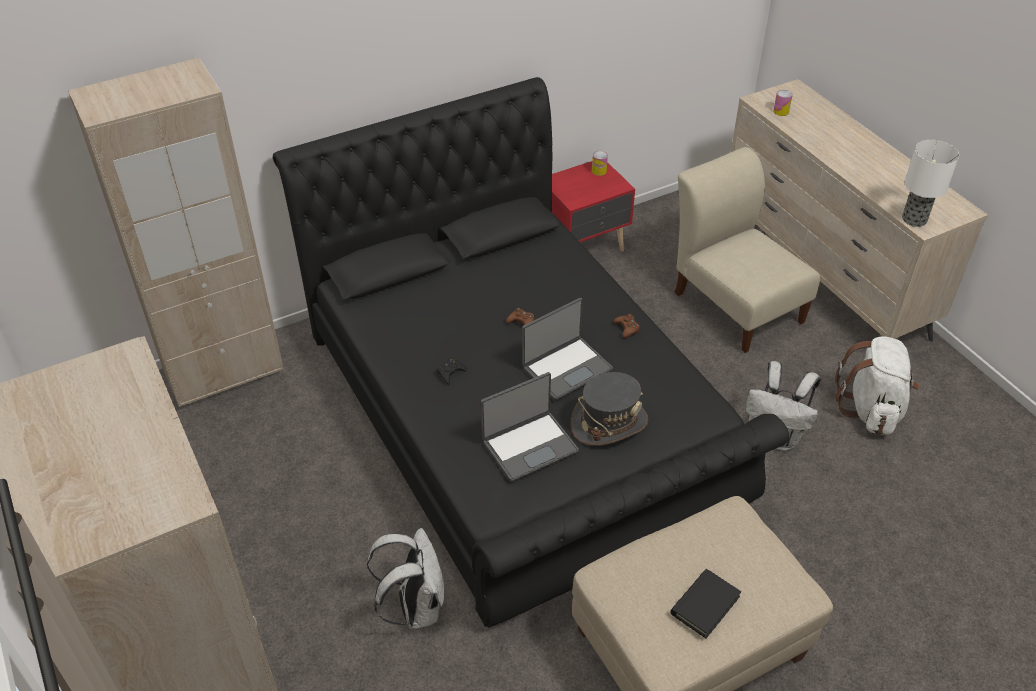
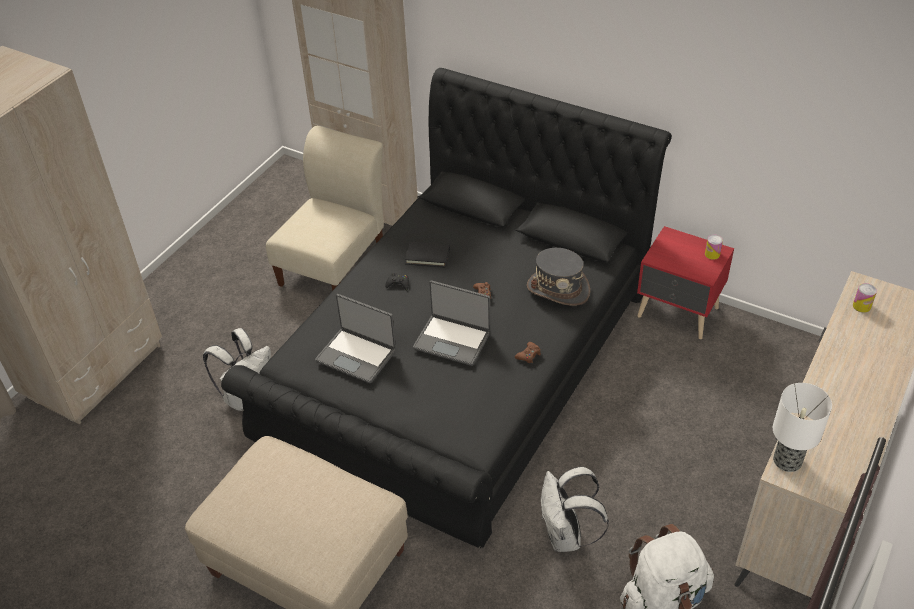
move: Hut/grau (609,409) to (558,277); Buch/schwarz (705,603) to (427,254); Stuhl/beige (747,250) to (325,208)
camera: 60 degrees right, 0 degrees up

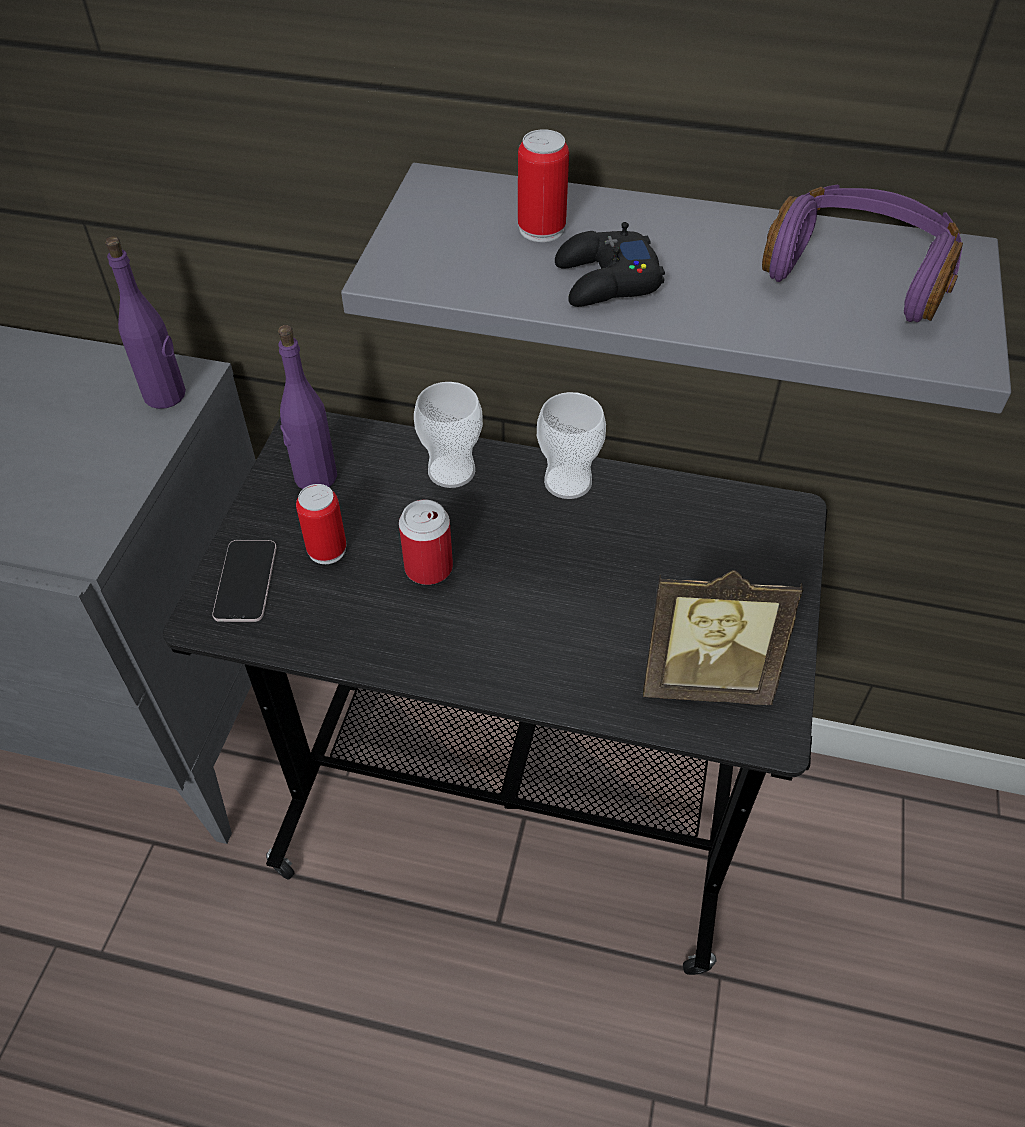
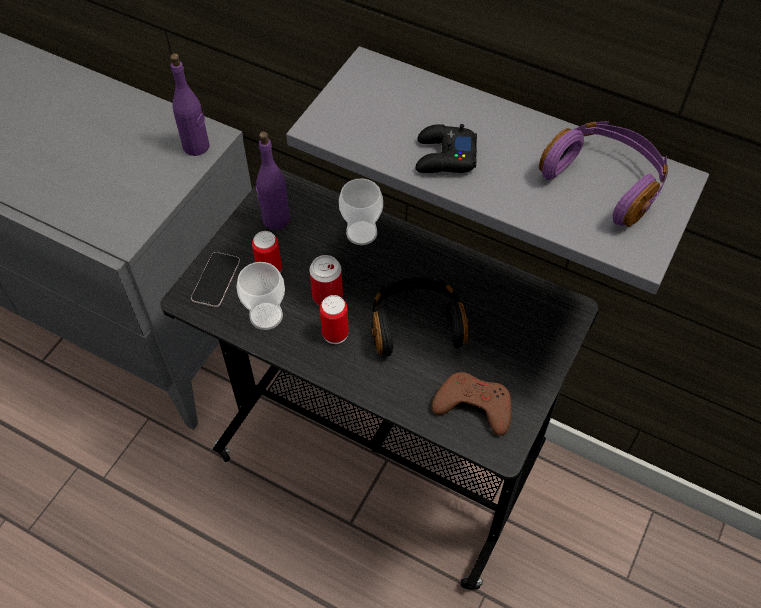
insert: Kopfhörer/schwarz (420,316)
move: Dose (543,185) to (334,319); Tasse (571,445) to (260,296)
replace: Bilderrahmen (723,637) to Gamepad/braun (472,404)
camera: 15 degrees right, 5 degrees up

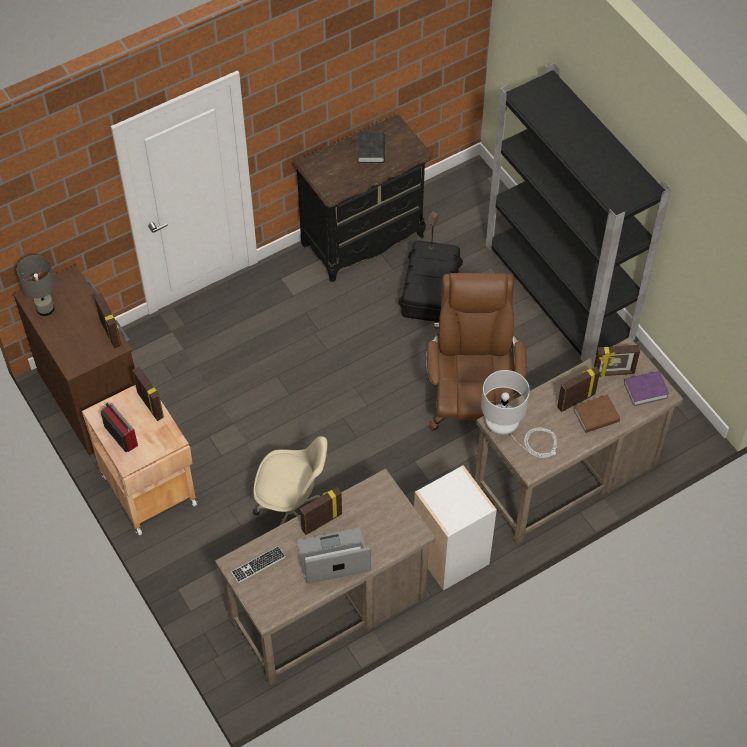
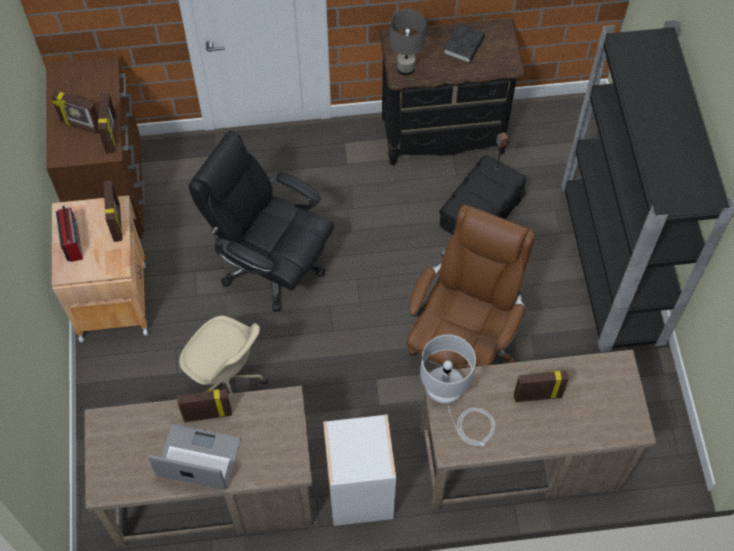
delete: Tastatur (258,564); Buch/braun (596,414); Buch/lila (646,388)
insert: Bürostuhl/schwarz (261,221)
move: Tischlampe/grau (36,285) to (408,42); Bilderrahmen (617,361) to (75,112)
camera: 25 degrees right, 5 degrees up

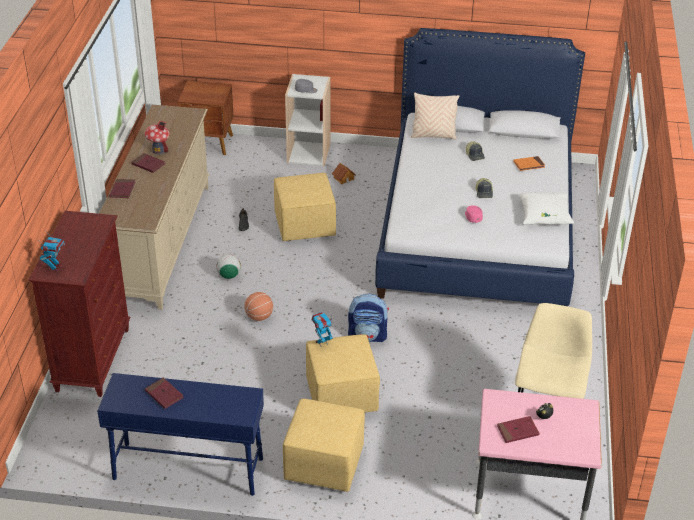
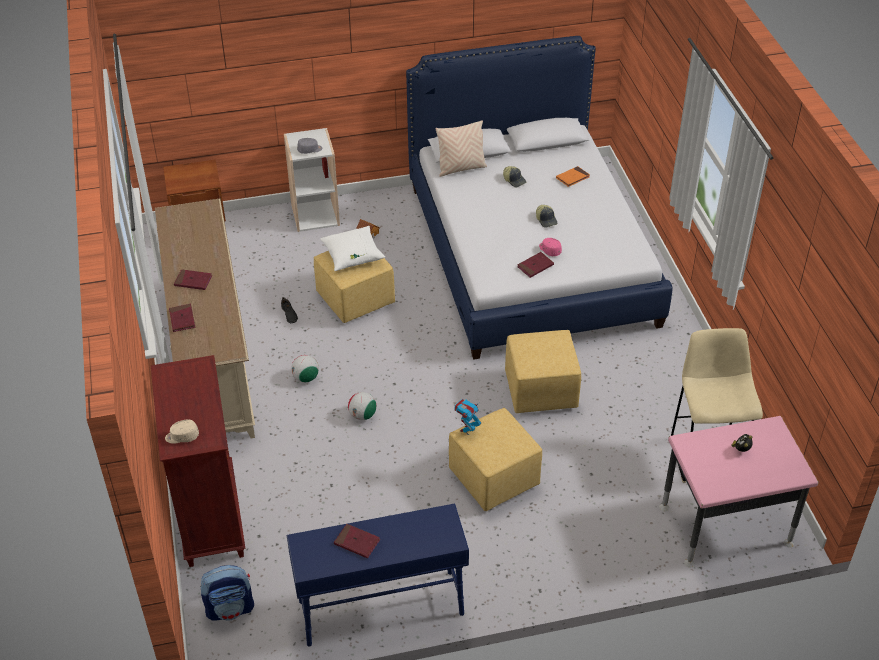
delete: Spielzeughaus (157,137)
move: Polsterhocker/gelb (324,445) to (543,371); Rucksack (368,318) to (227,593); Buch/rot (518,429) to (535,265); Kissen/weiß (546,209) to (352,248)
replace: Spielzeugroboter (52,251) to Kappe/beige (182,432); Basketball (258,306) to Fußball (362,406)
camera: 20 degrees left, 5 degrees up

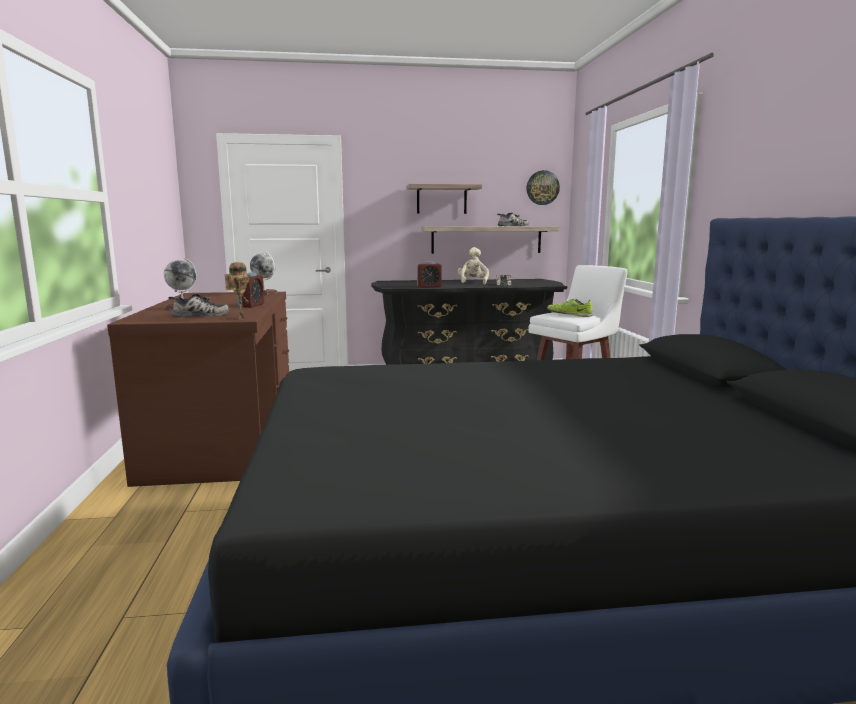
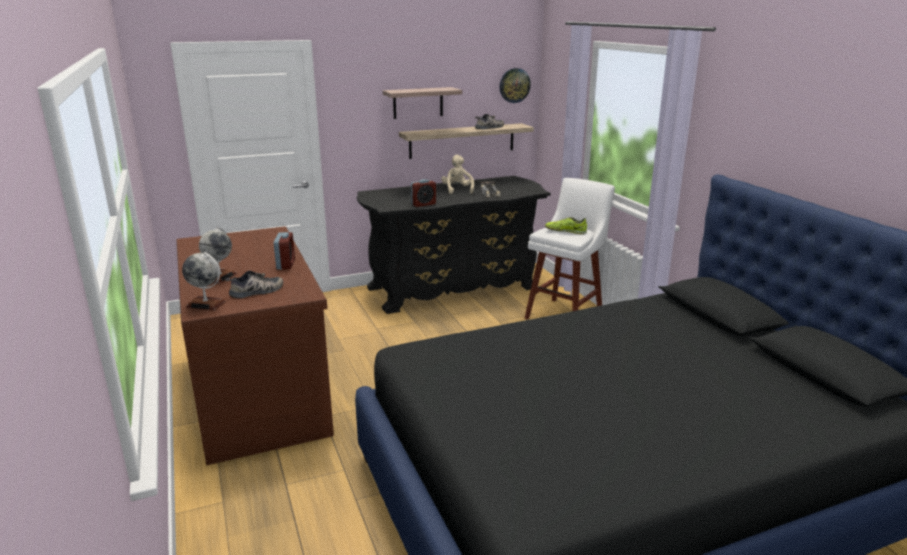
delete: Spielzeugroboter (237,291)
move: Globus (264,273) to (204,281)
camera: 15 degrees left, 10 degrees up

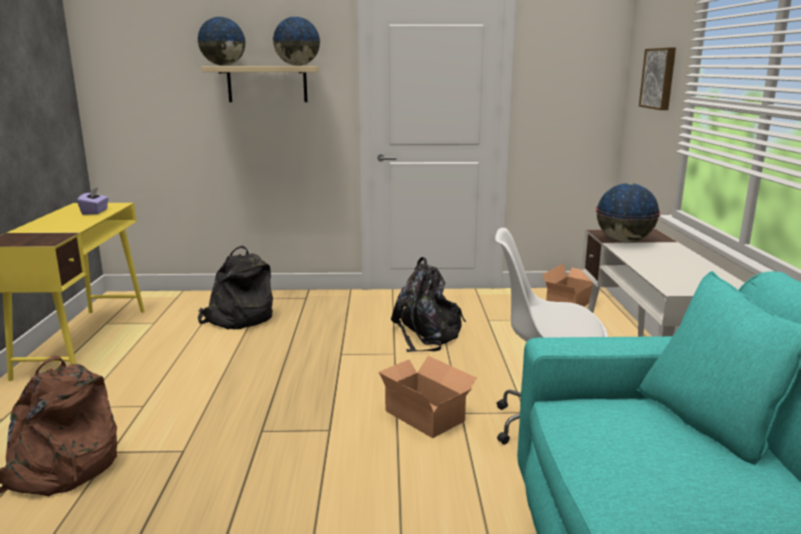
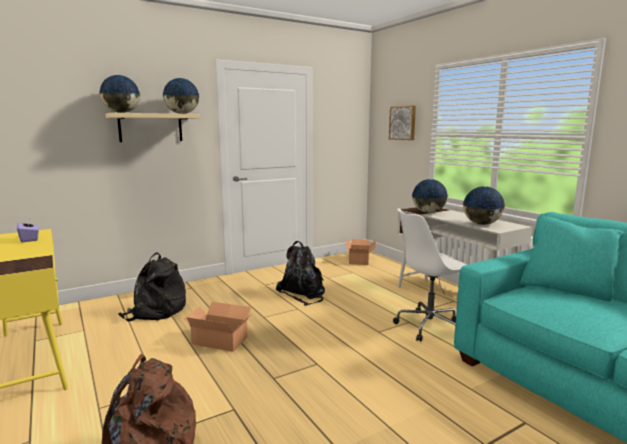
insert: Globus (484,205)
move: Karton (427,397) to (218,327)
camera: 30 degrees left, 5 degrees down

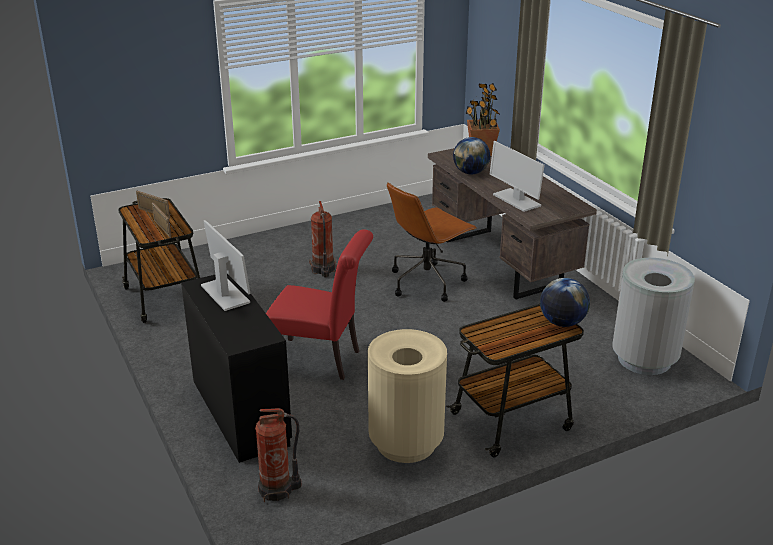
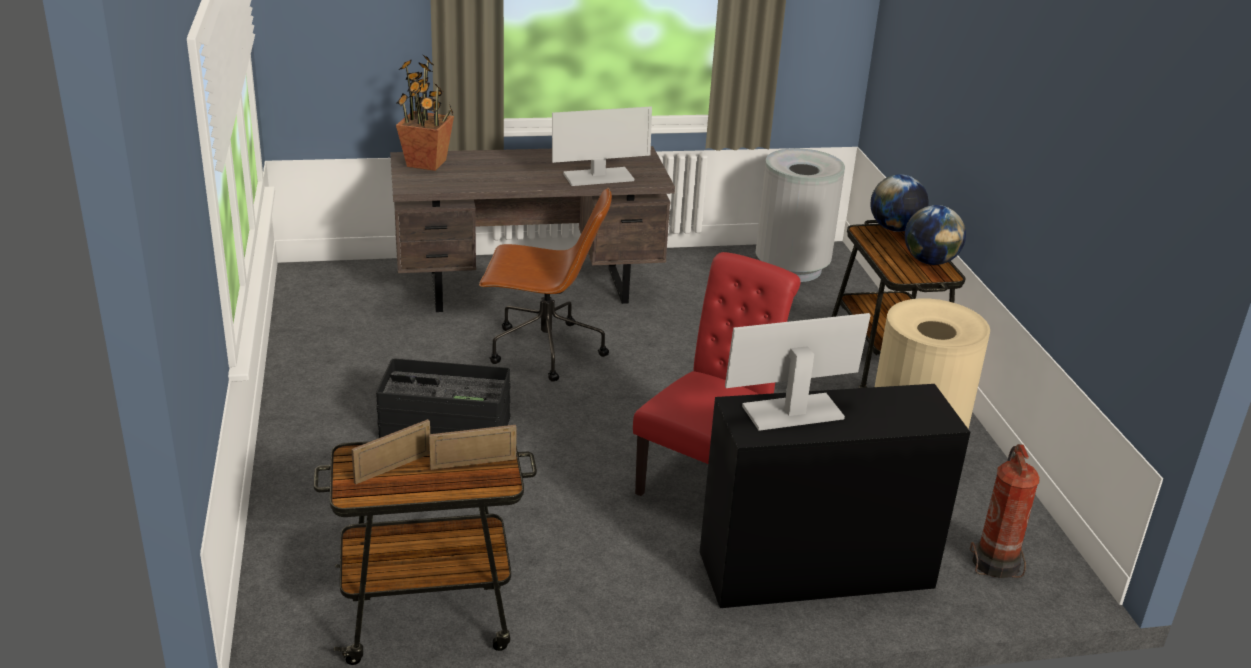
move: Globus (471,156) to (935,235)
replace: Feuerlöscher (323,239) to Aufbewahrungsbox/schwarz (443,399)
rotate: Bürostuhl/braun (432,242) = (545,285) 60 degrees counterclockwise
camera: 75 degrees left, 0 degrees up

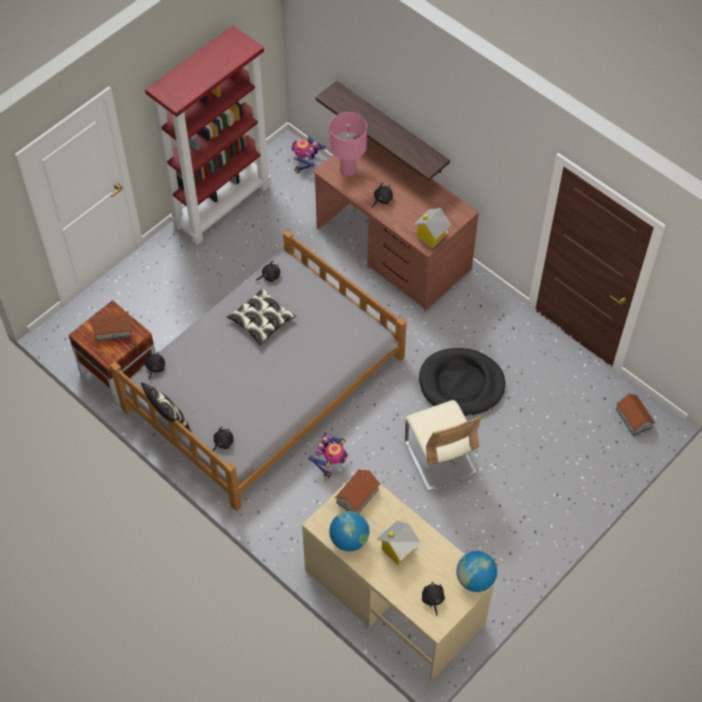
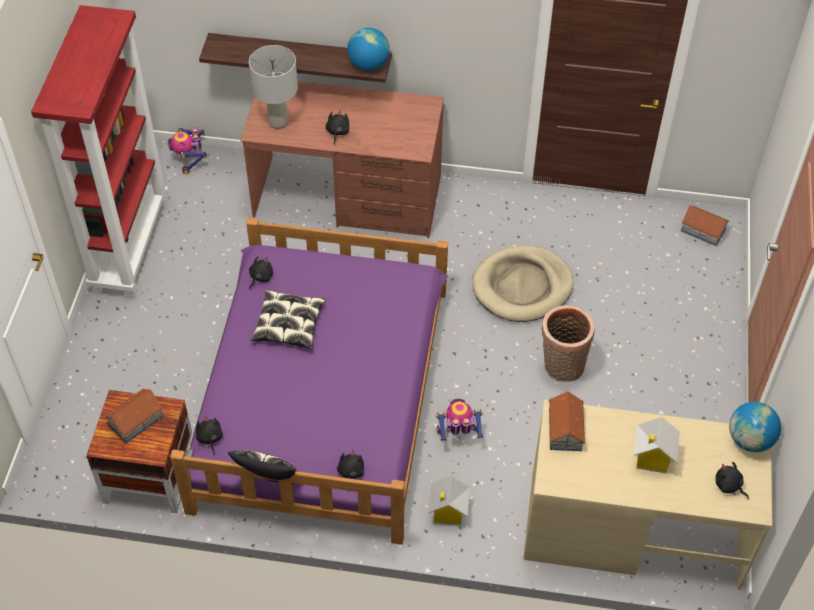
move: Globus (349,531) to (368,49); Spielzeughaus (432,228) to (449,501)
replace: Stuhl/beige (443,445) to Korb (568,343)
recolor: Bett/grau (258,370) to Bett/lila (309,381); Tischlampe/rosa (348,144) to Tischlampe/grau (273,87); Hundebett/schwarz (462,382) to Hundebett/beige (523,283)
rotate: Spielzeugroboter (328,455) = (460,420) 90 degrees counterclockwise
camera: 35 degrees left, 5 degrees down

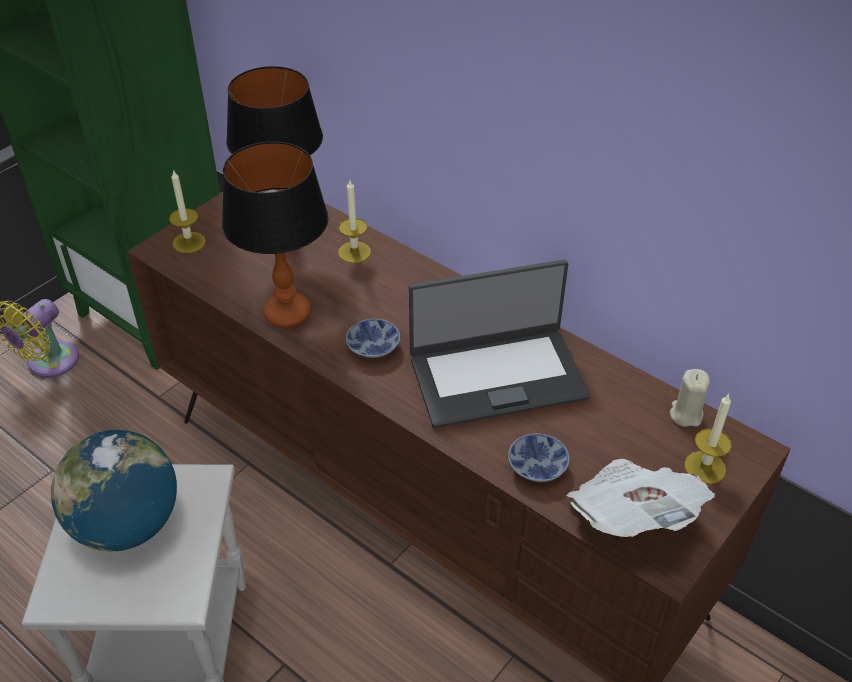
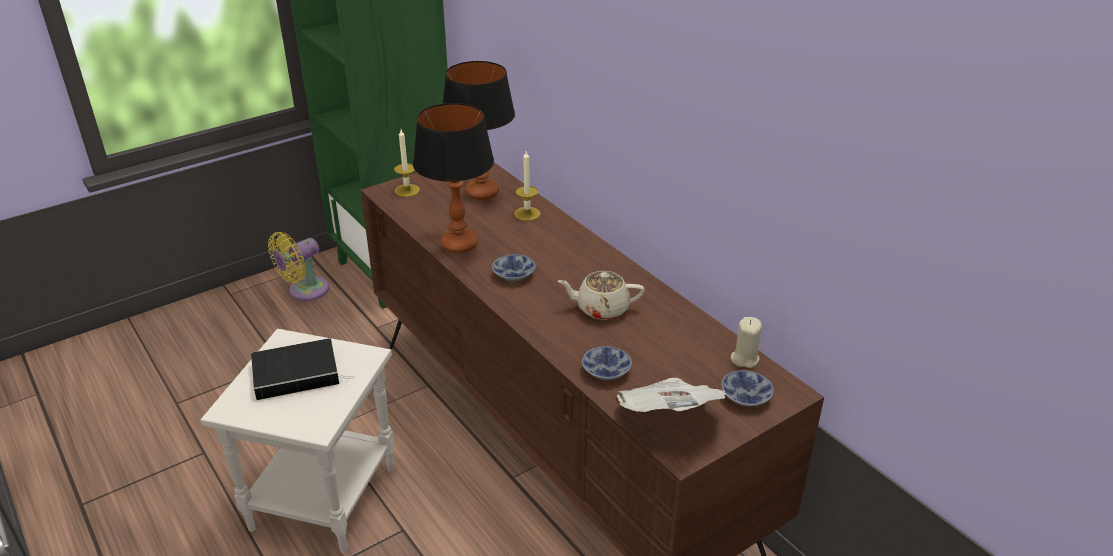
replace: Globus (114,490) to Buch (303,369); Laptop (499,344) to Teekanne/beige (601,295); Kerze (708,438) to Schüssel (747,388)
camera: 15 degrees right, 10 degrees down

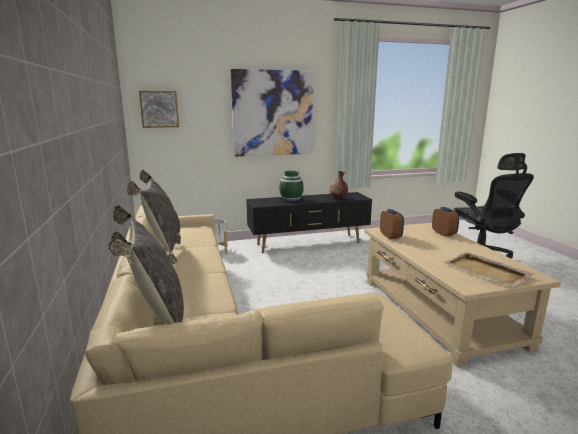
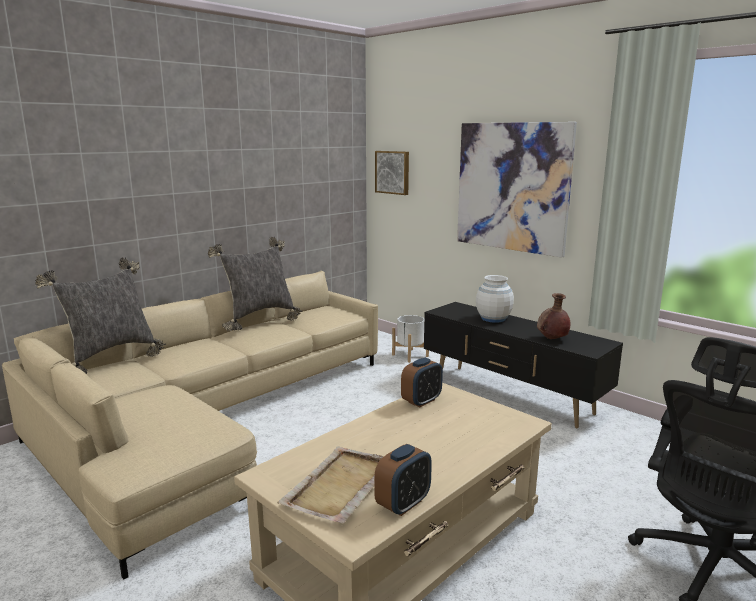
move: Wecker (445,221) to (403,480)
recolor: Vase/grün (291,186) to Vase/weiß (495,299)
camera: 60 degrees right, 0 degrees up

